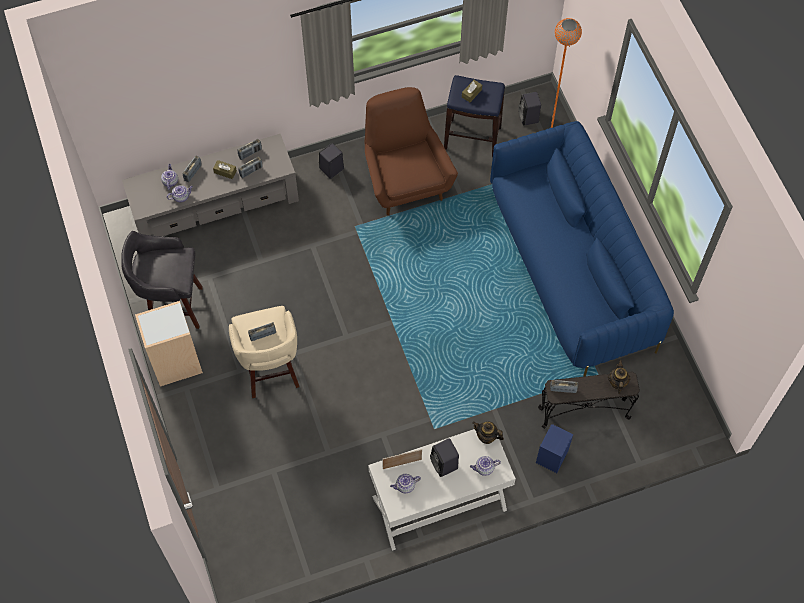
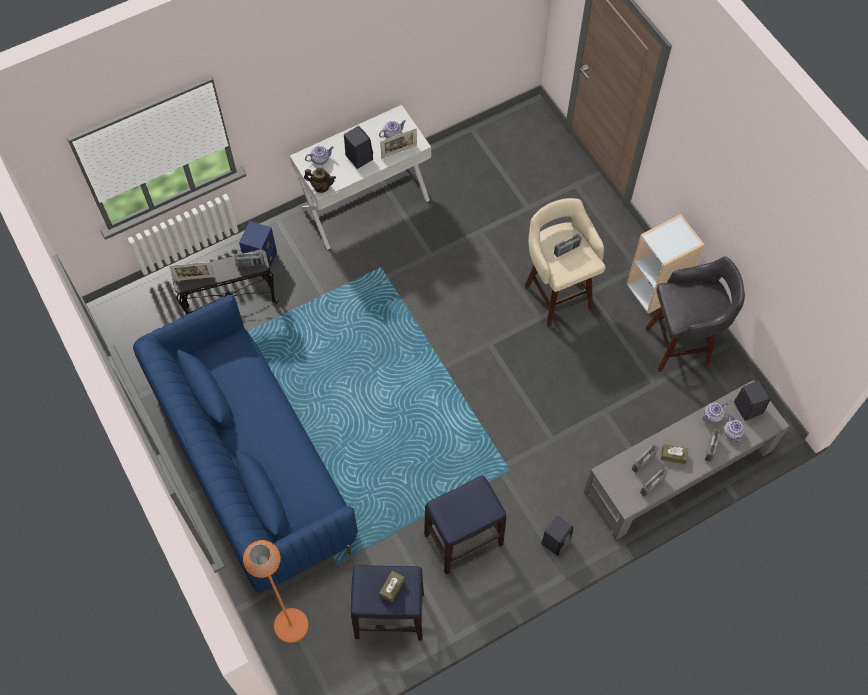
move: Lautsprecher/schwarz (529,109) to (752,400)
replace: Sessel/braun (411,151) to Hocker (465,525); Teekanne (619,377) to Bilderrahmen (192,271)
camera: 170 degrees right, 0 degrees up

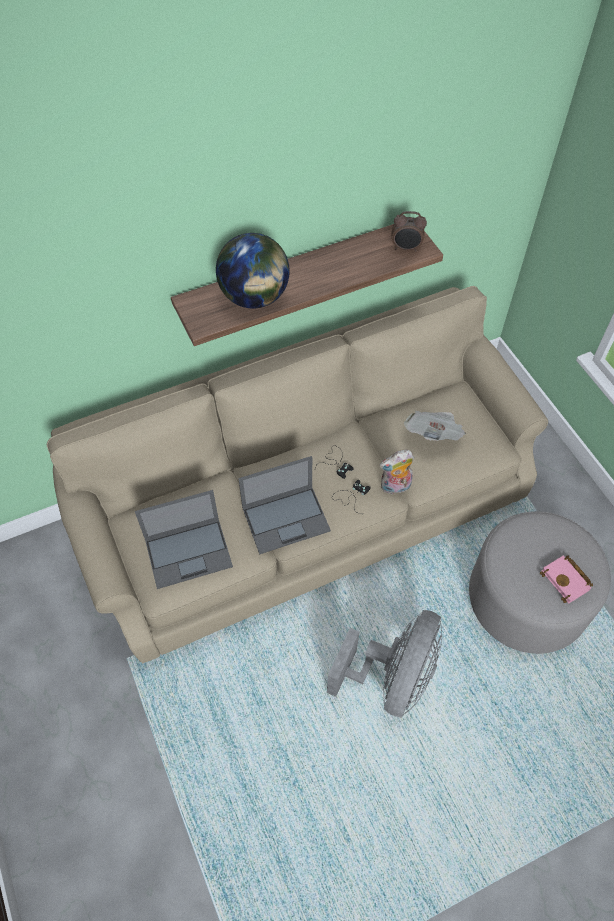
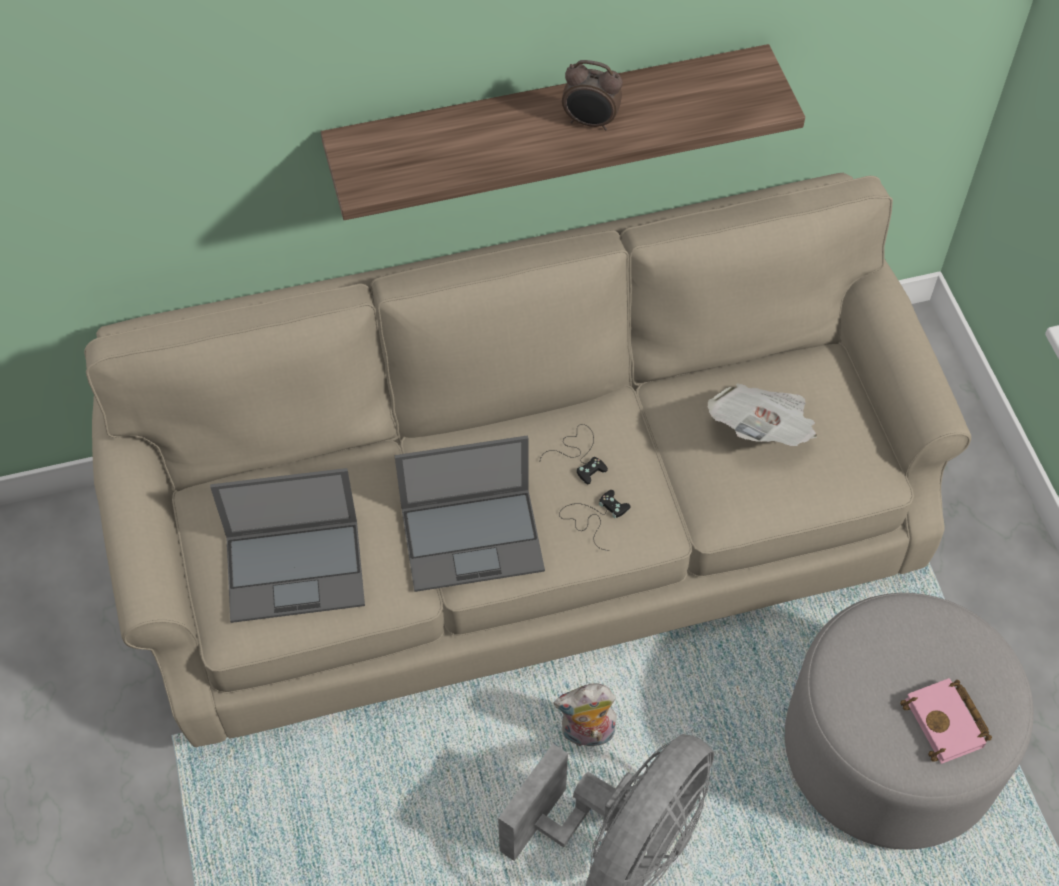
delete: Globus (253,270)
move: Plüschtier (396,472) to (585,714); Wecker (409,231) to (592,95)
camera: 10 degrees right, 0 degrees up

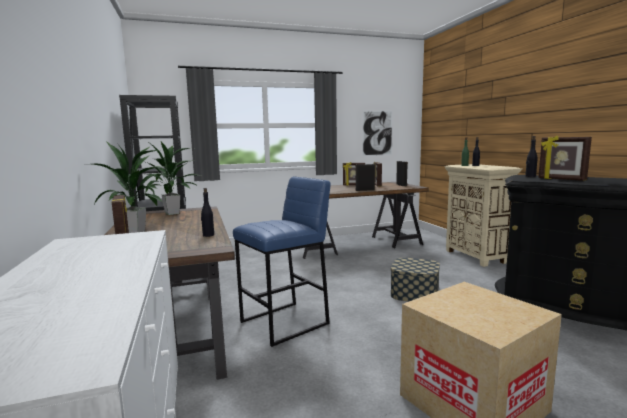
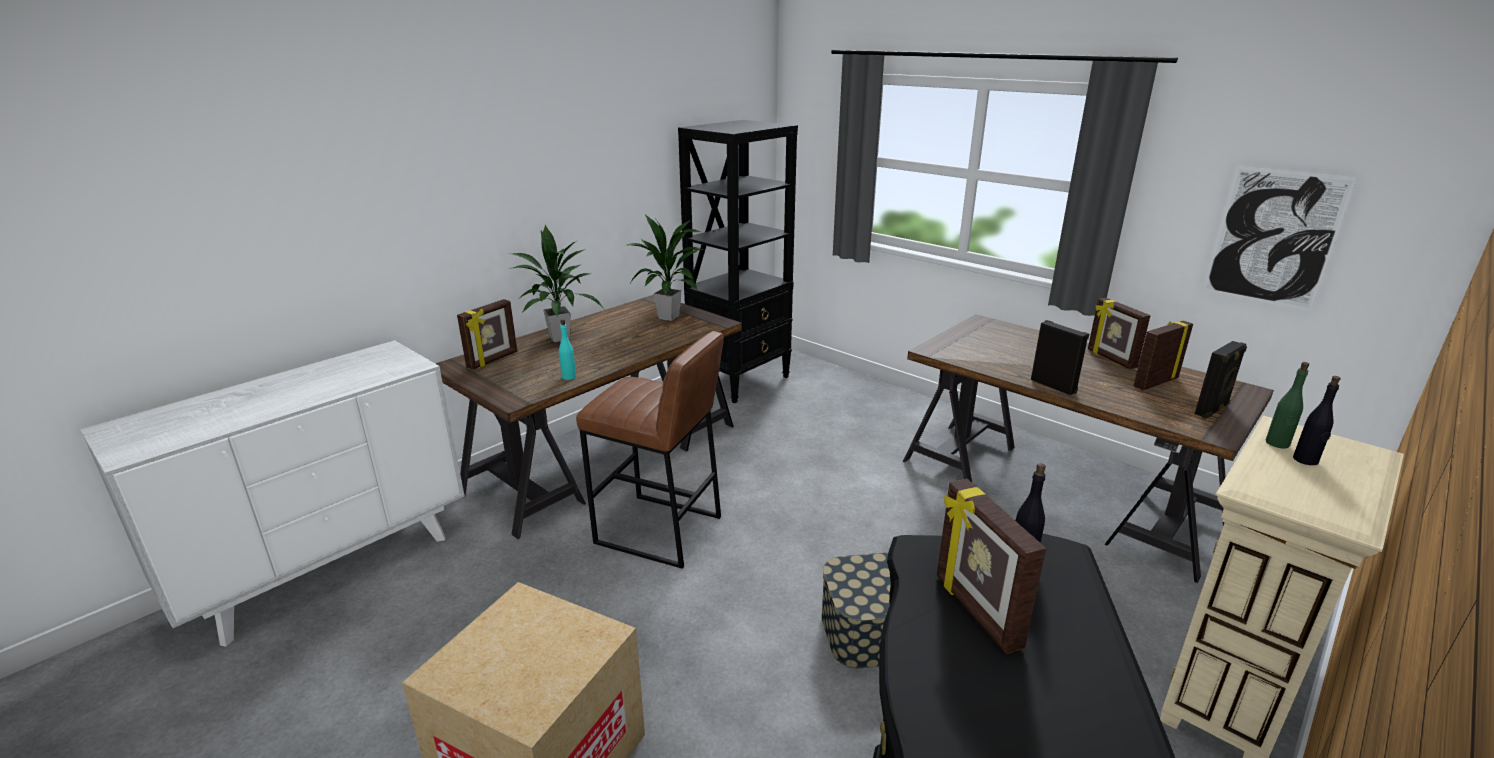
recolor: Flasche/schwarz (207,212) to Flasche/türkis (567,349); Hocker/blau (281,261) to Hocker/braun (650,450)
rotate: Bilderrahmen (565,158) = (991,566) 45 degrees counterclockwise
camera: 60 degrees right, 15 degrees up

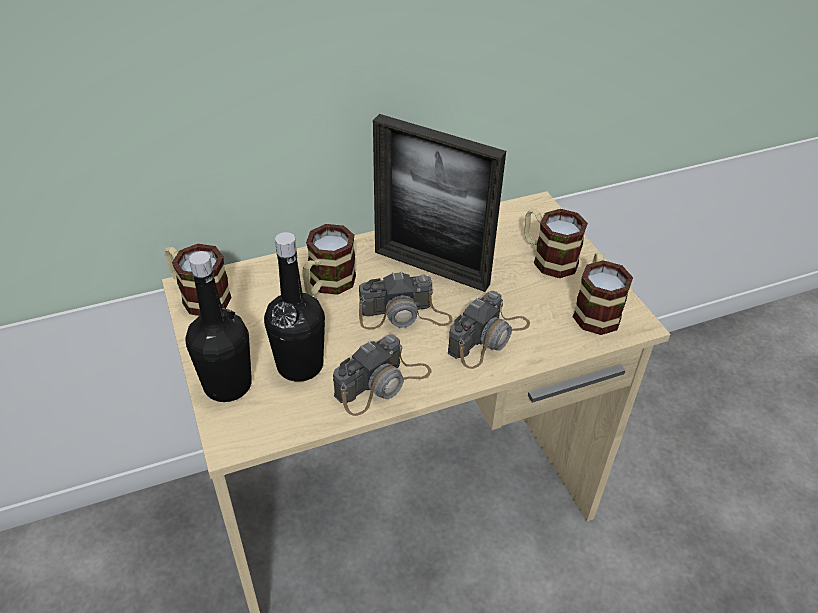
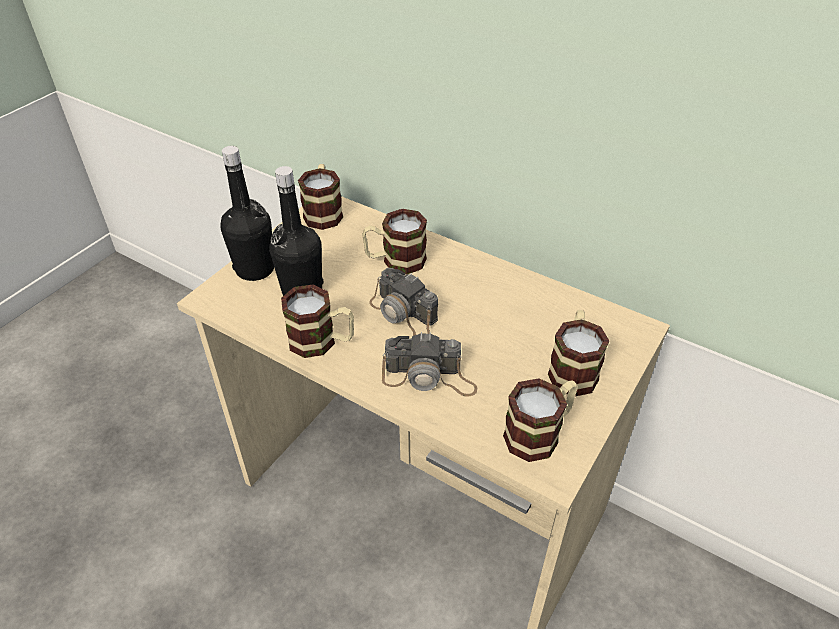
delete: Bilderrahmen (439,203)
replace: Kamera (382,375) to Henkelbecher (317,321)
camera: 55 degrees right, 0 degrees up

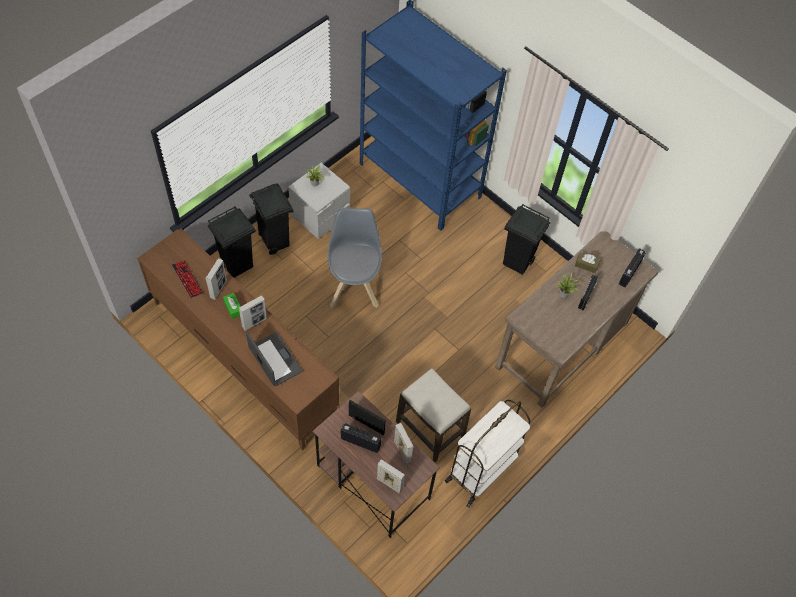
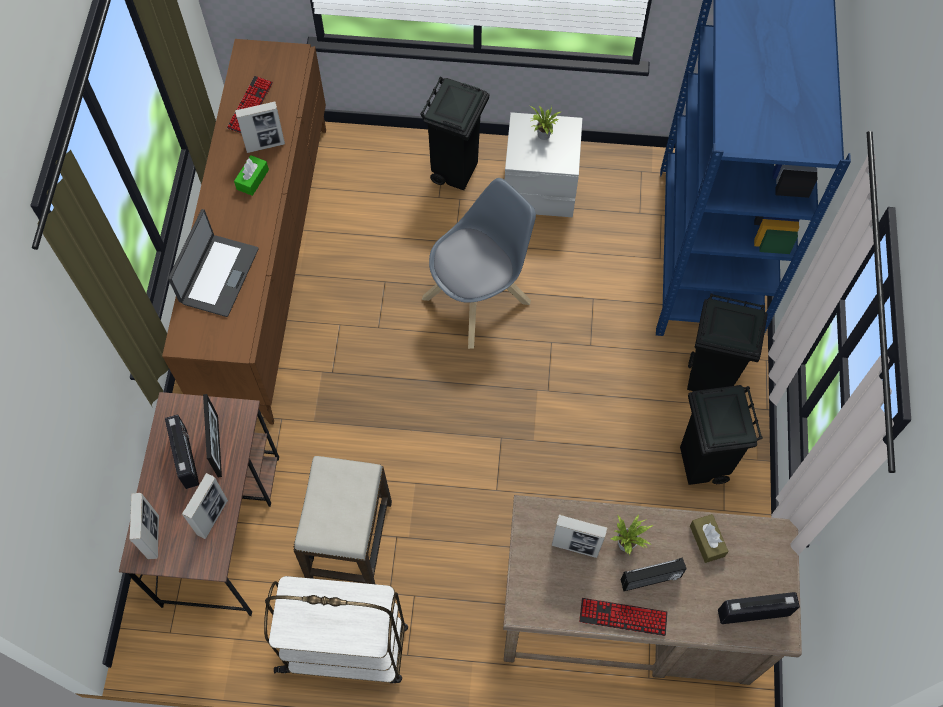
insert: Tastatur (623,617)
move: Mülleimer/schwarz (232,242) to (727,342); Bilderrahmen (253,313) to (579,536)
camera: 55 degrees right, 5 degrees up

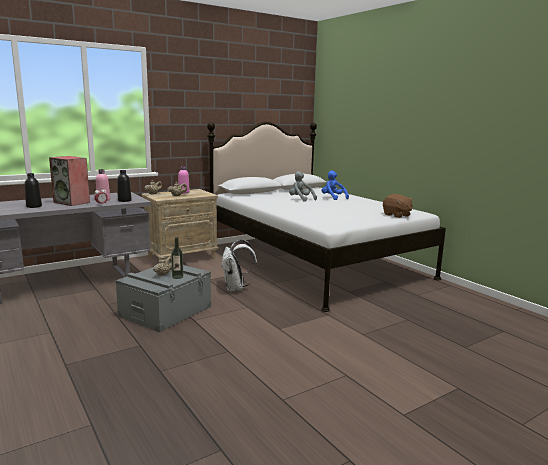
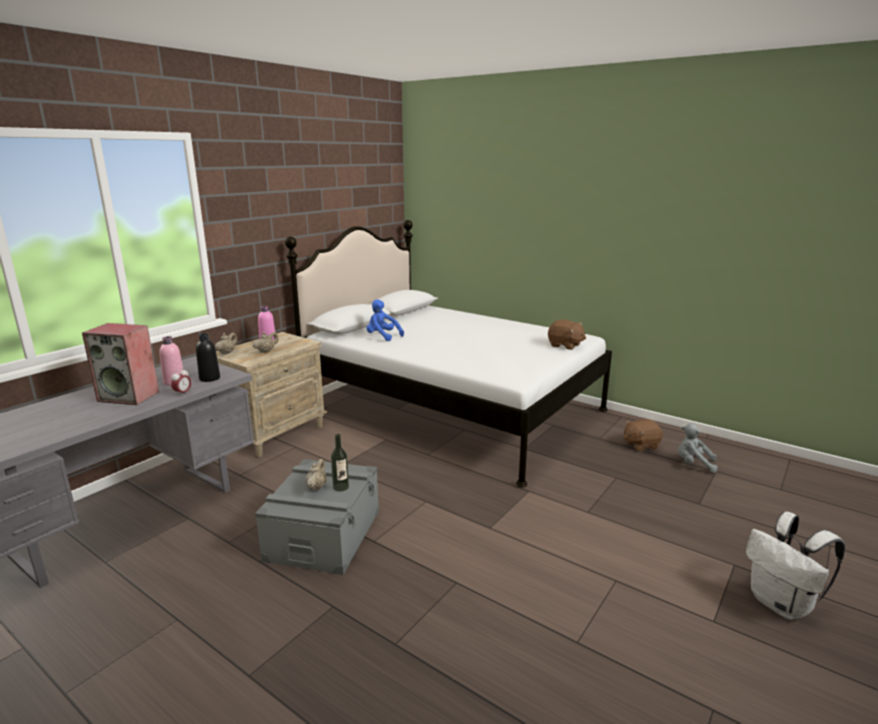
delete: Flasche/schwarz (33,190)
insert: Plüschtier/braun (643,435)
move: Rucksack/weiß (239,265) to (795,565); Plüschtier/grau (303,186) to (698,448); Plüschtier/blau (335,185) to (385,320)
camera: 20 degrees left, 5 degrees up

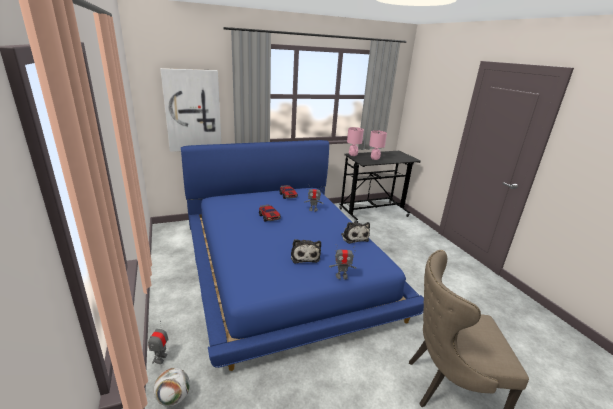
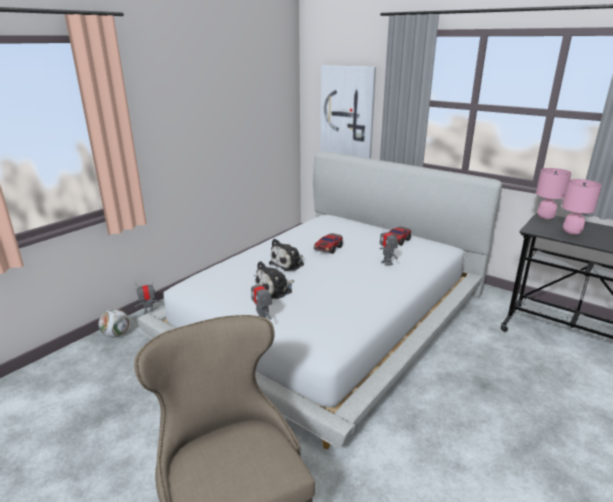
move: Plüschtier (355,233) to (286,255)
recolor: Bett/blau (302,255) to Bett/weiß (319,300)
camera: 60 degrees right, 0 degrees up

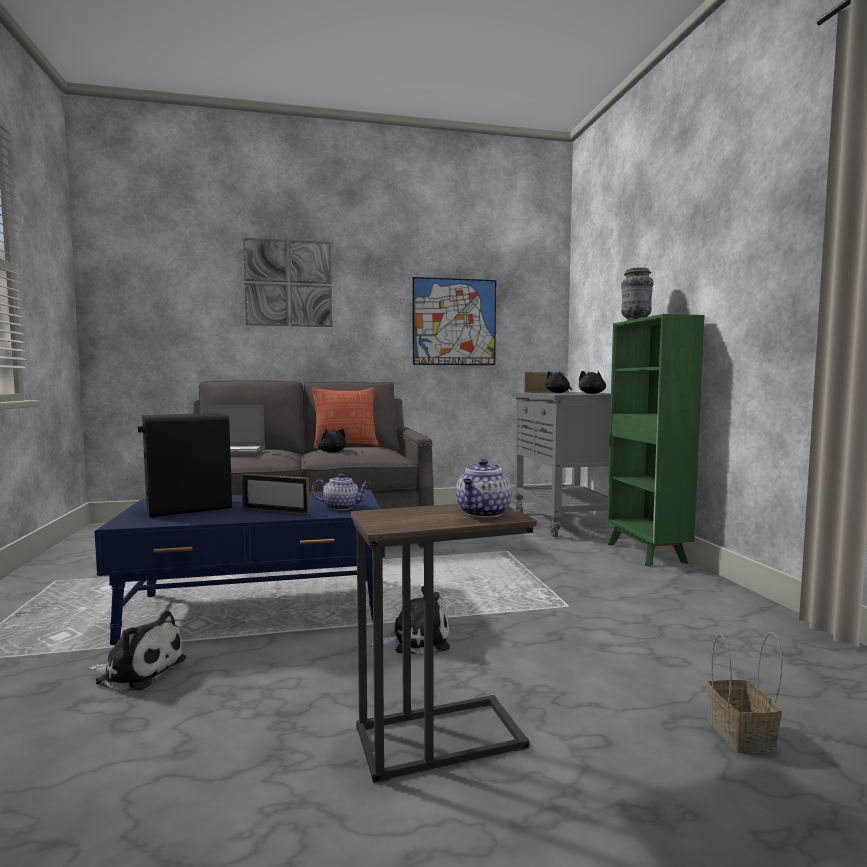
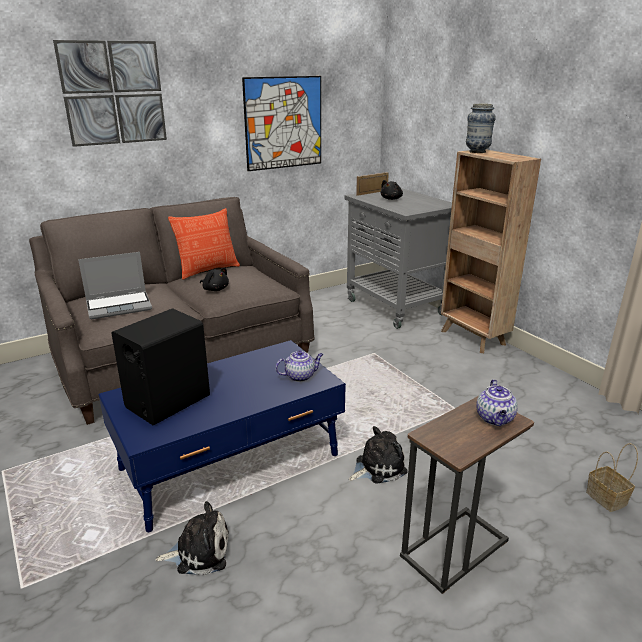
delete: Bilderrahmen (275,494); Plüschtier/schwarz (592,382)
recolor: Bücherregal/grün (656,440) to Bücherregal/braun (491,251)
camera: 20 degrees left, 20 degrees up

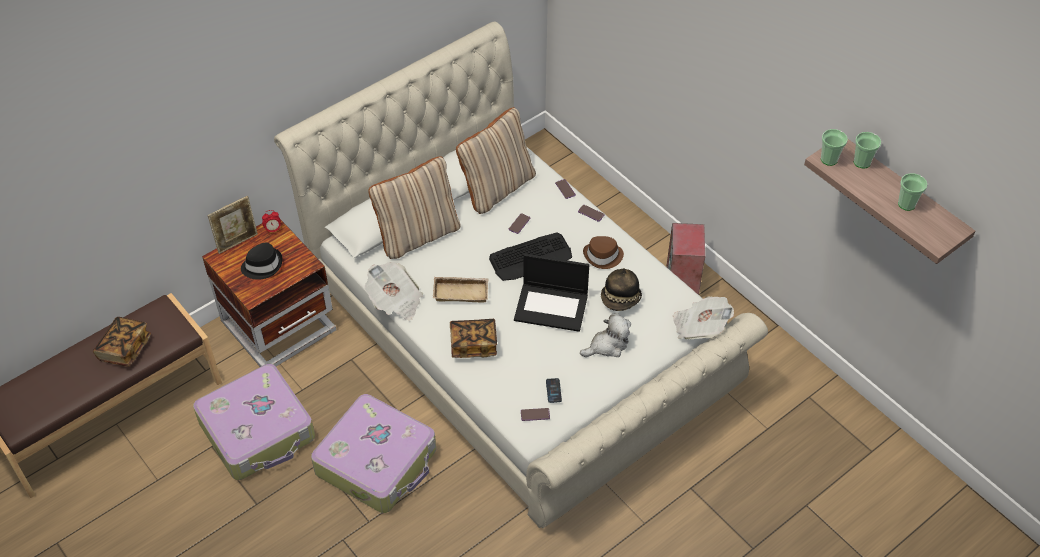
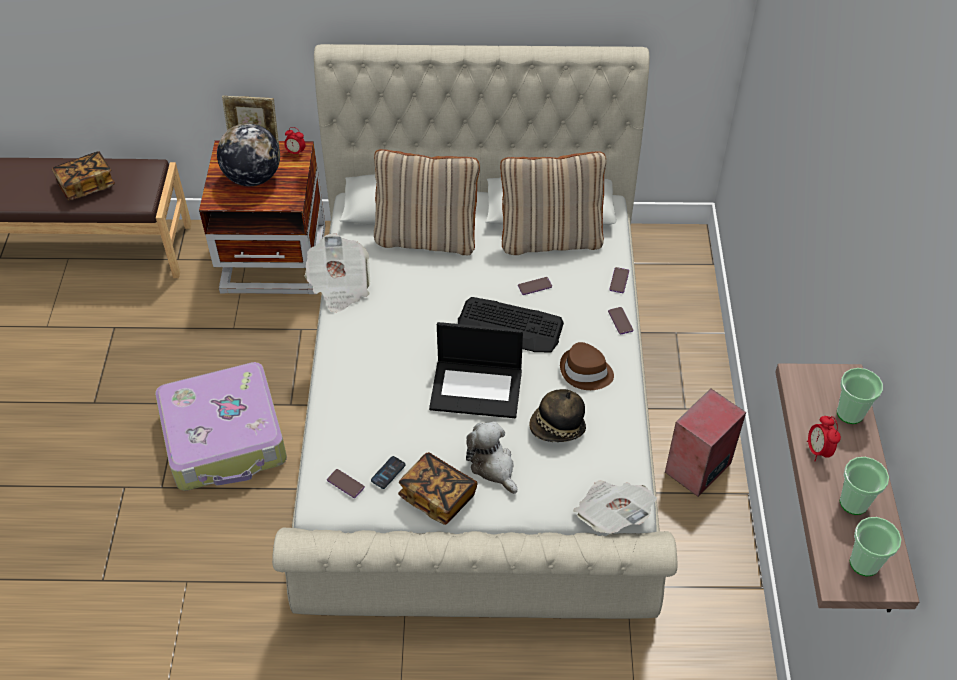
delete: Koffer (254,422); Tablett/beige (460,289)
insert: Wecker (824,438)
move: Buch (473,338) to (438,488); Tasse (834,147) to (876,546)
replace: Hut/schwarz (261,261) to Globus (248,154)
rotate: Laptop (551,293) = (476,370) 45 degrees counterclockwise; Plüschtier (605,335) = (491,457) 135 degrees counterclockwise
camera: 40 degrees right, 0 degrees up

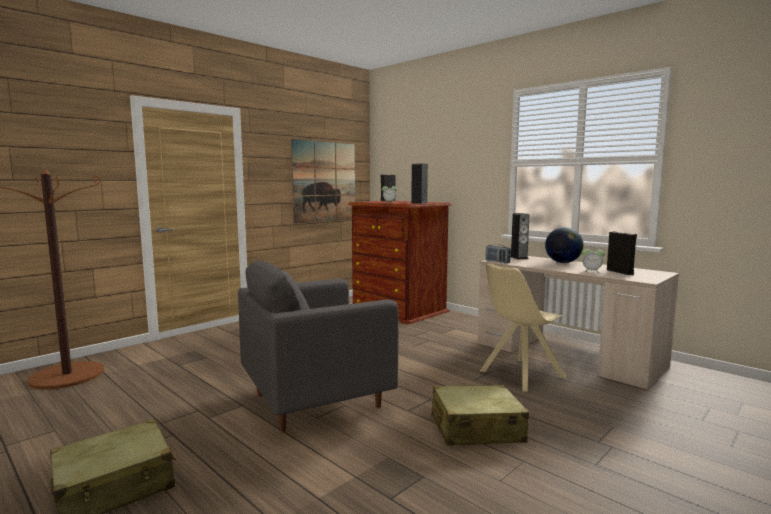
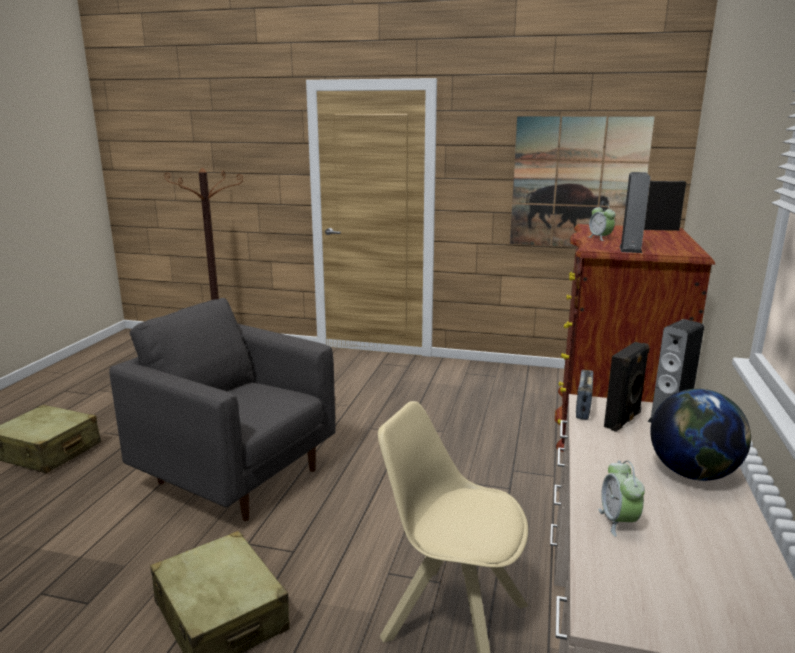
move: Lautsprecher/schwarz (622,253) to (627,387)
camera: 60 degrees right, 10 degrees up

